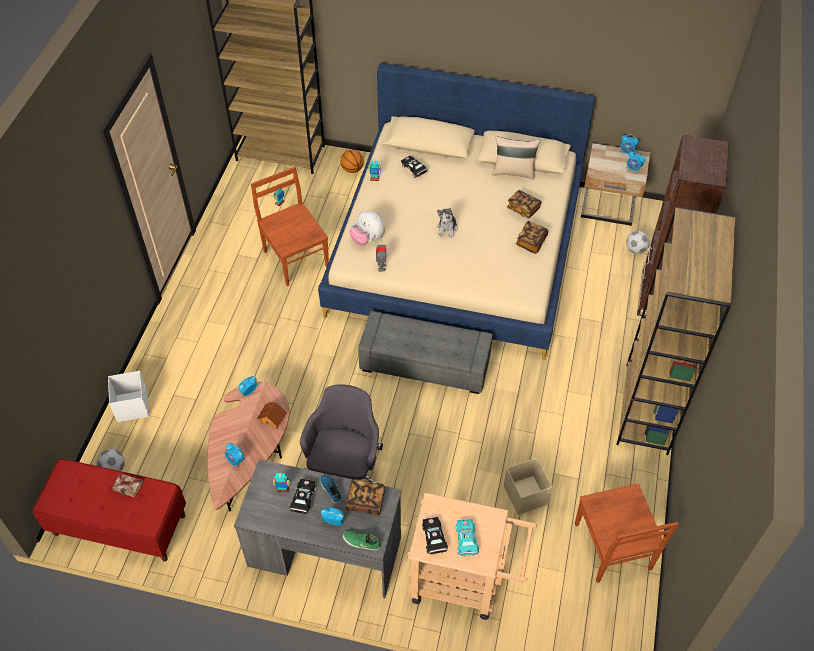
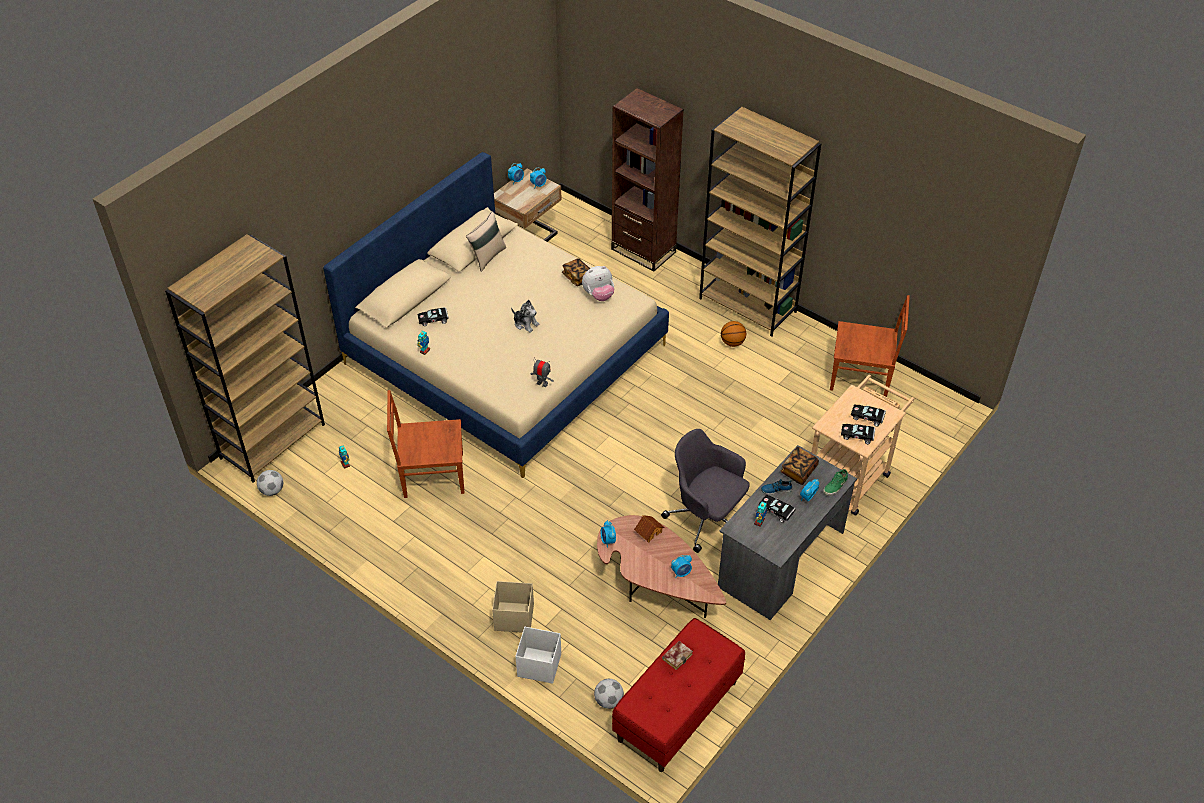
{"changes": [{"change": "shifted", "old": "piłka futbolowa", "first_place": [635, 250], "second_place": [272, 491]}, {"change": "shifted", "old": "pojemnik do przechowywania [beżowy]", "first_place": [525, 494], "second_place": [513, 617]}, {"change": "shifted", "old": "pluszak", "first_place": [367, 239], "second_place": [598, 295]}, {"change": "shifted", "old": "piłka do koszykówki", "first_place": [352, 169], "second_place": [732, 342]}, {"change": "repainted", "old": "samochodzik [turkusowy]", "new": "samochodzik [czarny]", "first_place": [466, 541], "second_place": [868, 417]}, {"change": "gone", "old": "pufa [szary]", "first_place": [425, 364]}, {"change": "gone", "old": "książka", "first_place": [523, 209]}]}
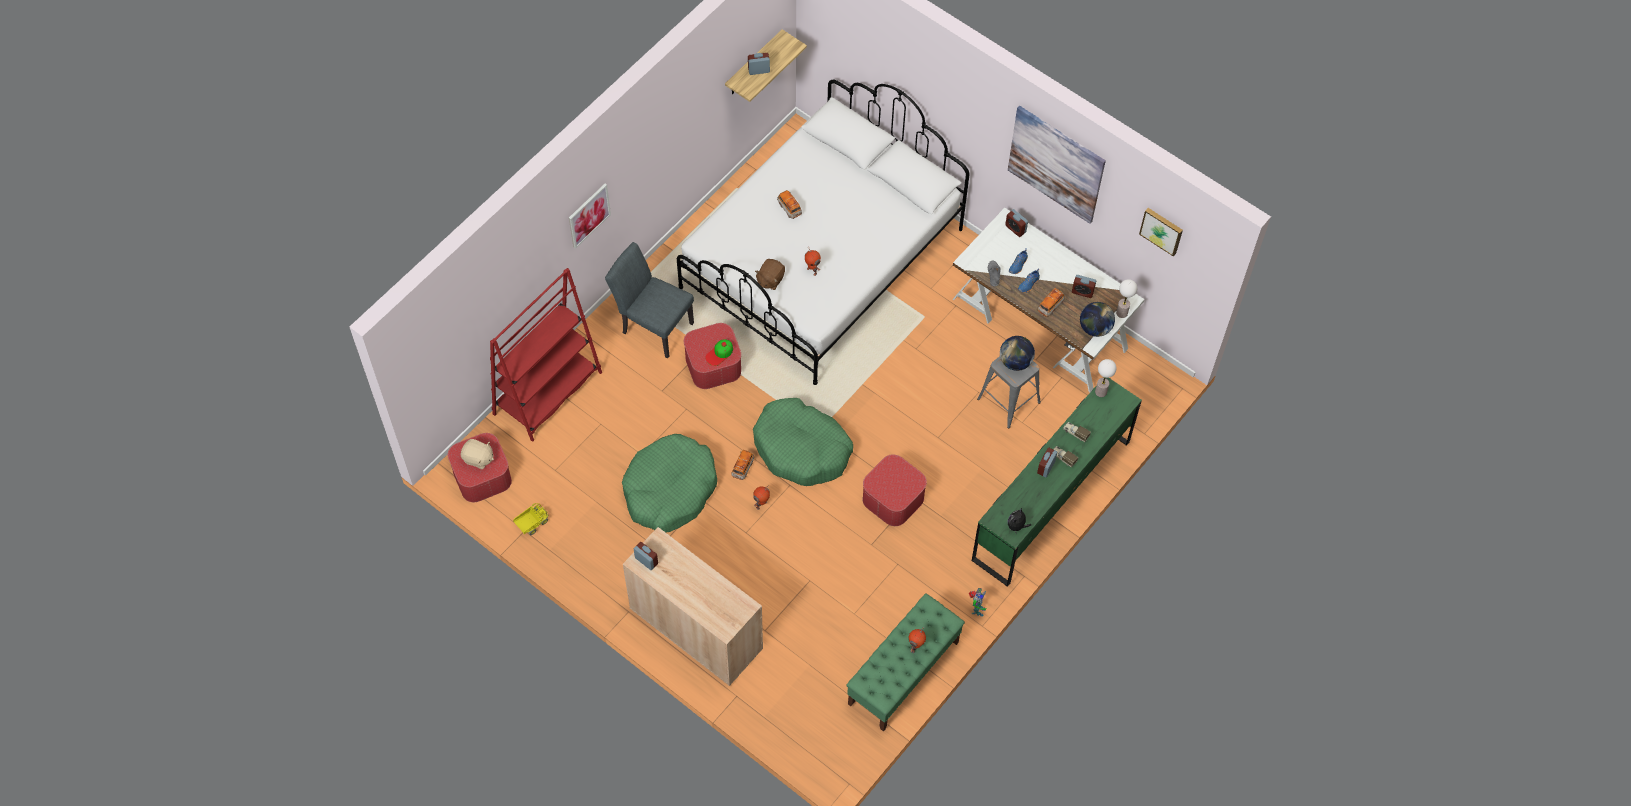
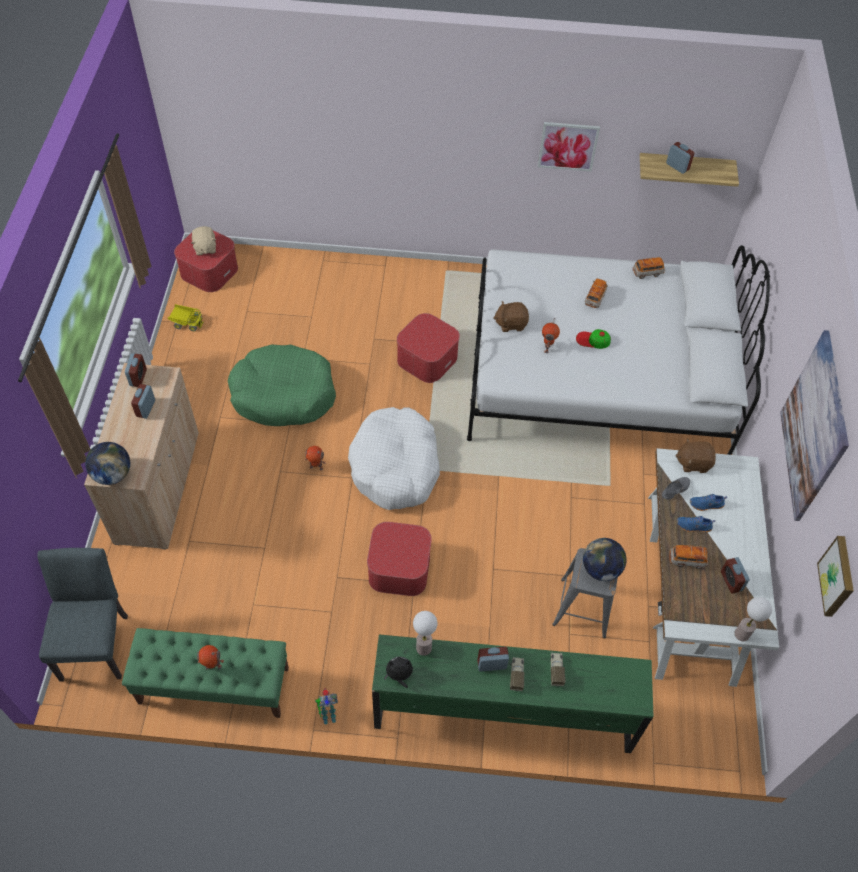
{"changes": [{"change": "shifted", "old": "krzesło [szary]", "first_place": [653, 325], "second_place": [96, 641]}, {"change": "shifted", "old": "globus", "first_place": [1095, 328], "second_place": [112, 474]}, {"change": "shifted", "old": "budzik", "first_place": [1015, 229], "second_place": [146, 408]}, {"change": "repainted", "old": "legowisko [zielony]", "new": "legowisko [biały]", "first_place": [801, 449], "second_place": [395, 466]}, {"change": "shifted", "old": "lampa stołowa", "first_place": [1100, 392], "second_place": [423, 648]}, {"change": "shifted", "old": "obraz", "first_place": [589, 215], "second_place": [568, 146]}, {"change": "shifted", "old": "czapka z daszkiem", "first_place": [719, 353], "second_place": [593, 340]}, {"change": "shifted", "old": "samochodzik", "first_place": [743, 467], "second_place": [647, 273]}, {"change": "new", "new": "pluszak [brązowy]", "second_place": [693, 462]}, {"change": "gone", "old": "regał [czerwony]", "first_place": [548, 393]}]}
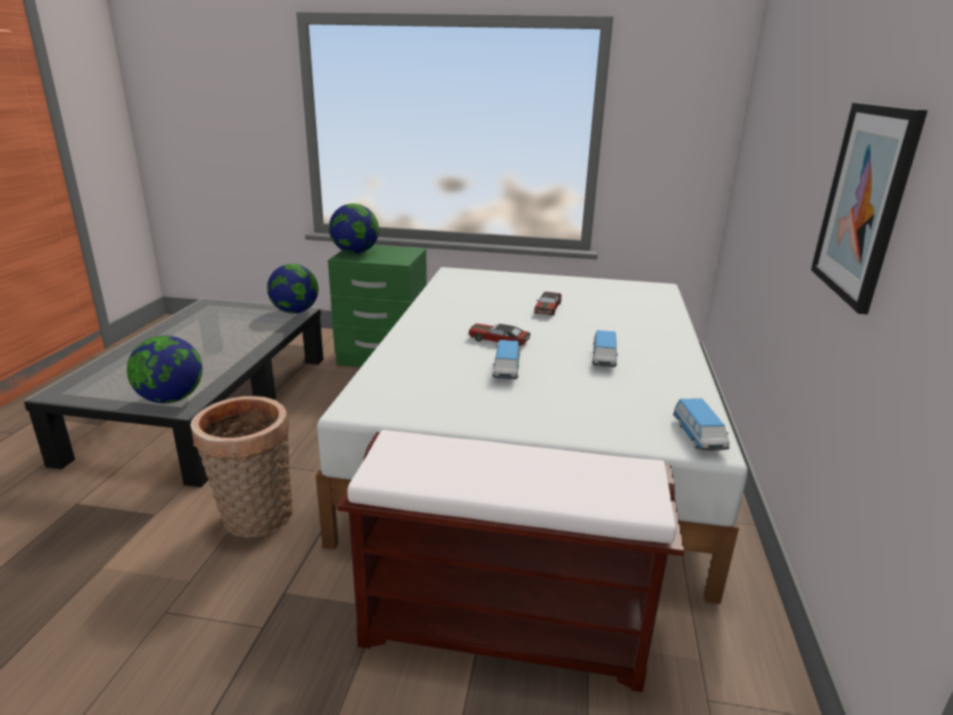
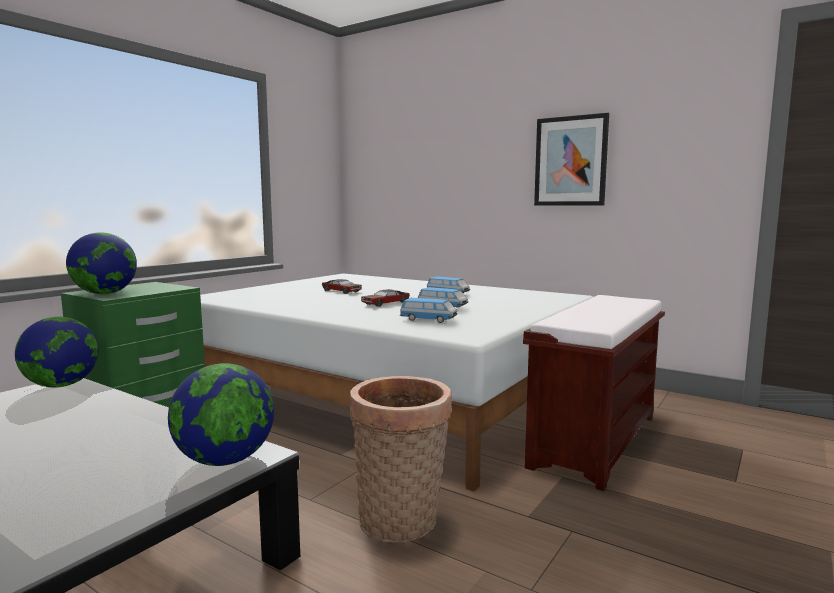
{"changes": [{"change": "shifted", "old": "samochodzik", "first_place": [698, 437], "second_place": [428, 320]}]}
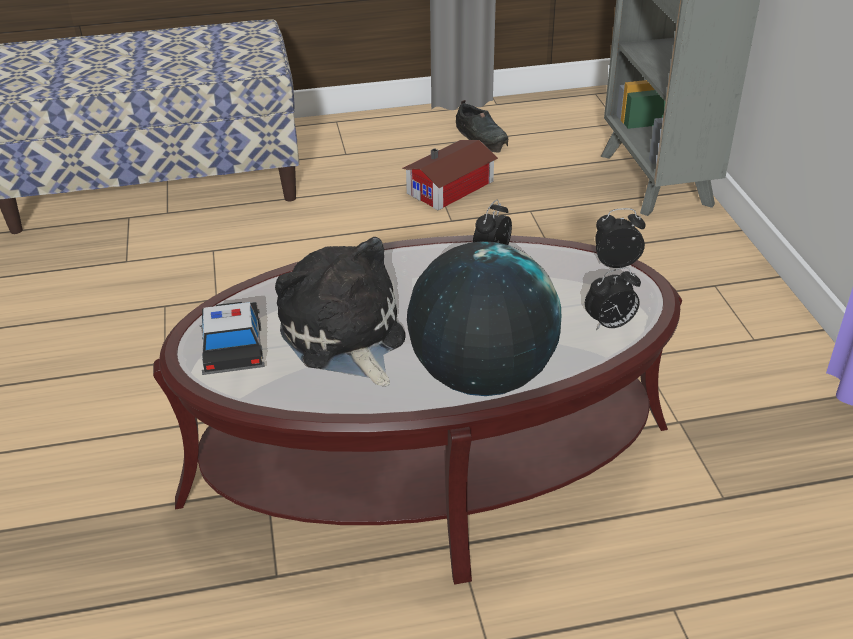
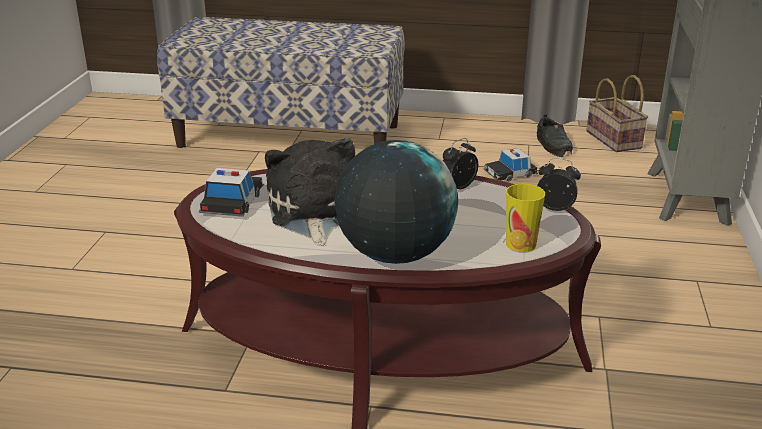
{"changes": [{"change": "swapped", "old": "domek", "new": "samochodzik", "first_place": [453, 187], "second_place": [510, 173]}, {"change": "swapped", "old": "budzik", "new": "filiżanka", "first_place": [610, 325], "second_place": [520, 244]}, {"change": "new", "new": "koszyk", "second_place": [615, 140]}]}
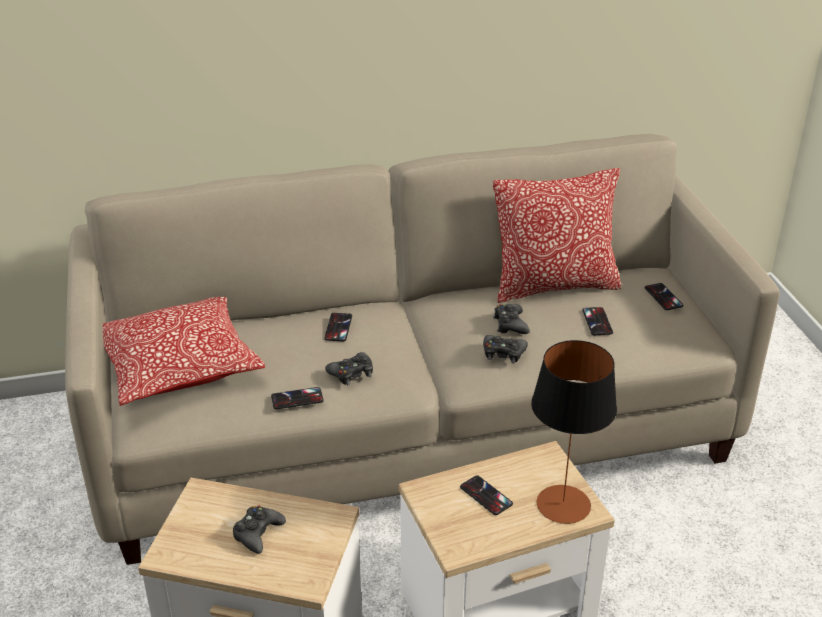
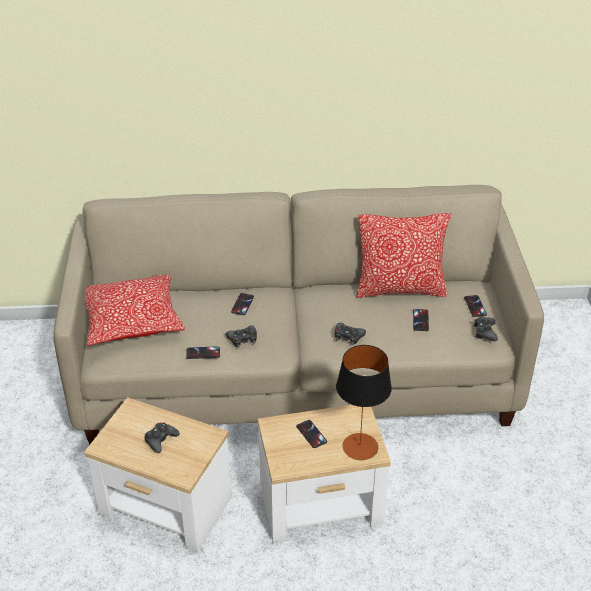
{"changes": [{"change": "shifted", "old": "pad do gier [czarny]", "first_place": [510, 324], "second_place": [485, 332]}]}
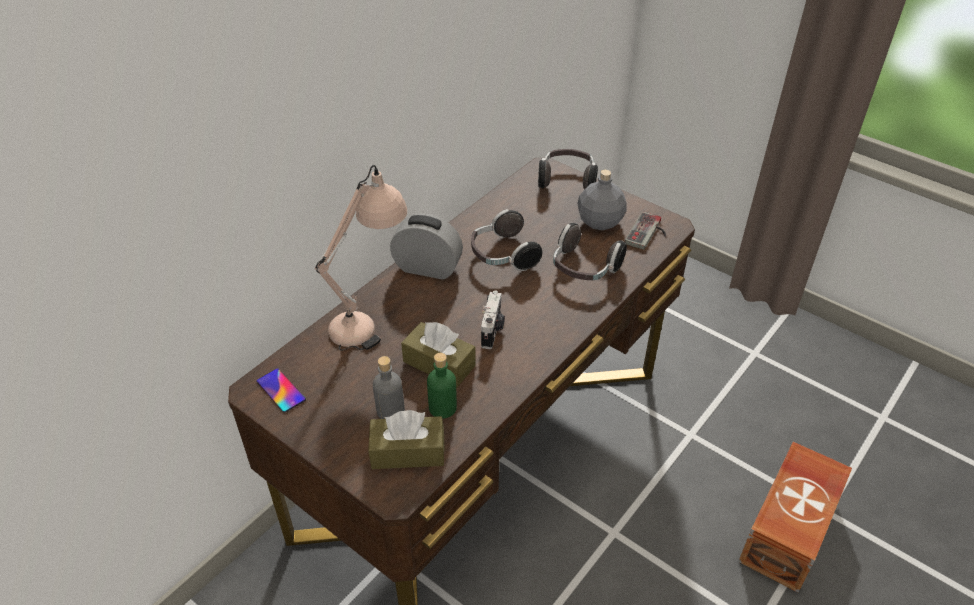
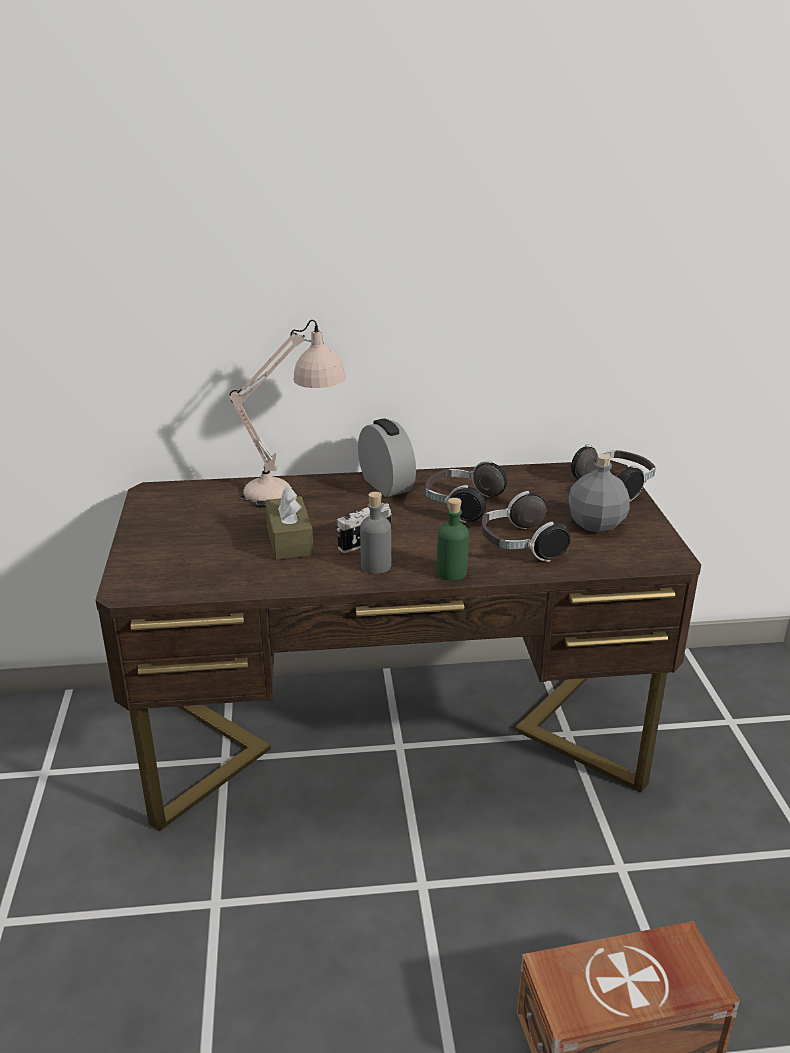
{"changes": [{"change": "shifted", "old": "butelka [szary]", "first_place": [390, 411], "second_place": [376, 566]}, {"change": "shifted", "old": "butelka [zielony]", "first_place": [442, 407], "second_place": [451, 572]}, {"change": "gone", "old": "telefon", "first_place": [281, 390]}, {"change": "gone", "old": "pudełko chusteczek [brązowy]", "first_place": [407, 452]}, {"change": "gone", "old": "pad do gier", "first_place": [648, 234]}]}
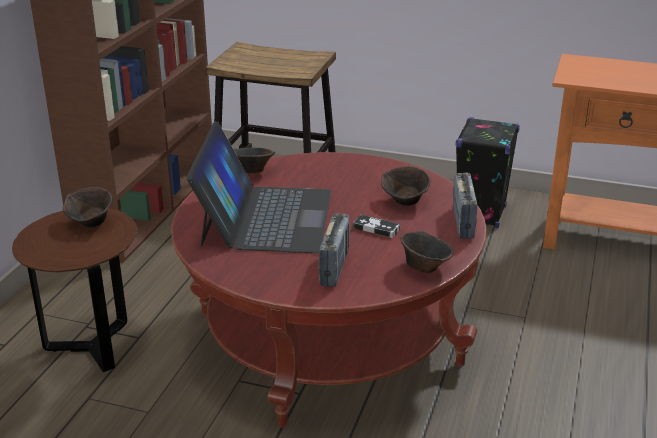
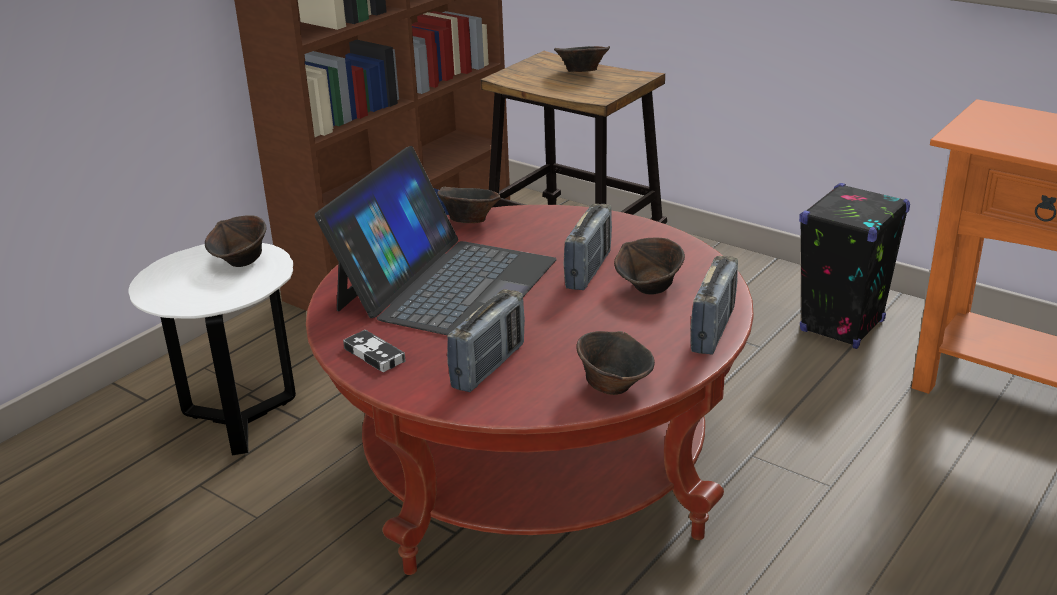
{"changes": [{"change": "repainted", "old": "stolik [brązowy]", "new": "stolik [biały]", "first_place": [93, 347], "second_place": [240, 422]}, {"change": "shifted", "old": "pad do gier", "first_place": [376, 229], "second_place": [374, 354]}, {"change": "new", "new": "miska [brązowy]", "second_place": [581, 72]}, {"change": "new", "new": "radio", "second_place": [588, 270]}]}
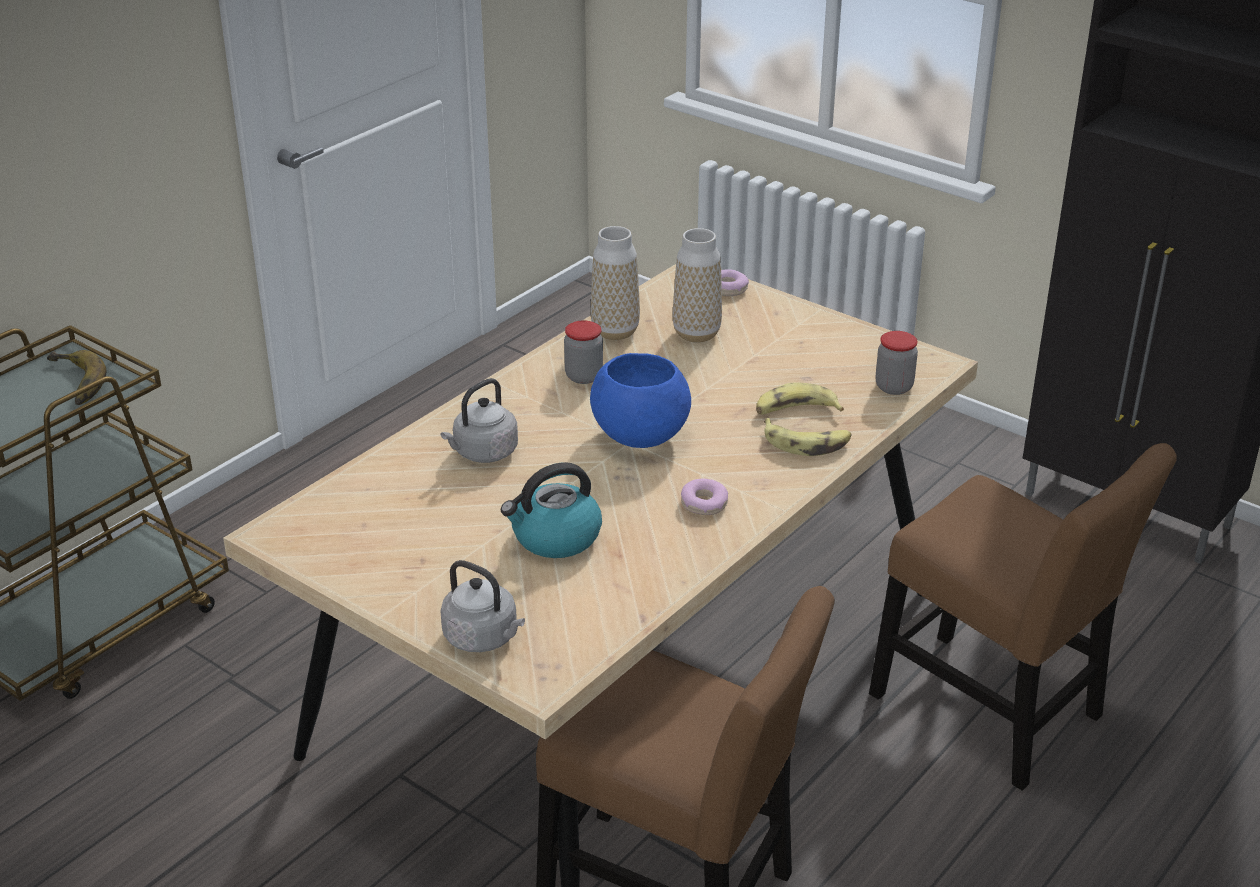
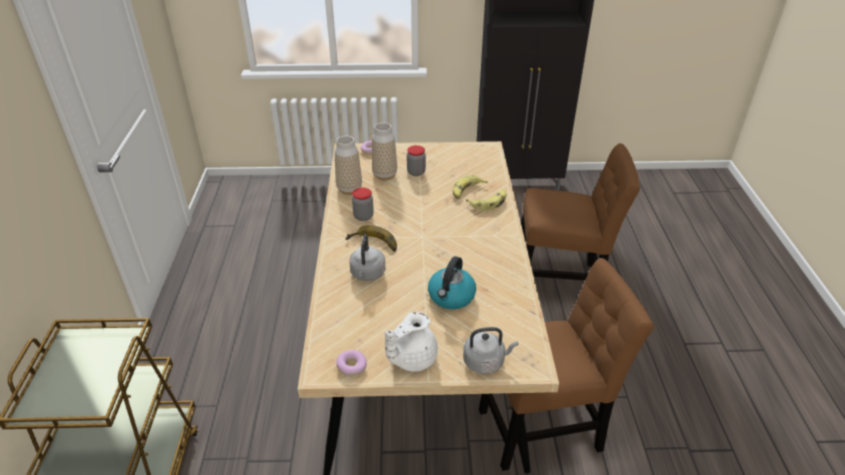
{"changes": [{"change": "shifted", "old": "donut", "first_place": [704, 504], "second_place": [351, 366]}, {"change": "shifted", "old": "banan", "first_place": [71, 383], "second_place": [373, 244]}, {"change": "new", "new": "imbryk [biały]", "second_place": [411, 358]}, {"change": "shifted", "old": "słoik", "first_place": [894, 387], "second_place": [416, 172]}, {"change": "gone", "old": "miska [niebieski]", "first_place": [639, 437]}]}
